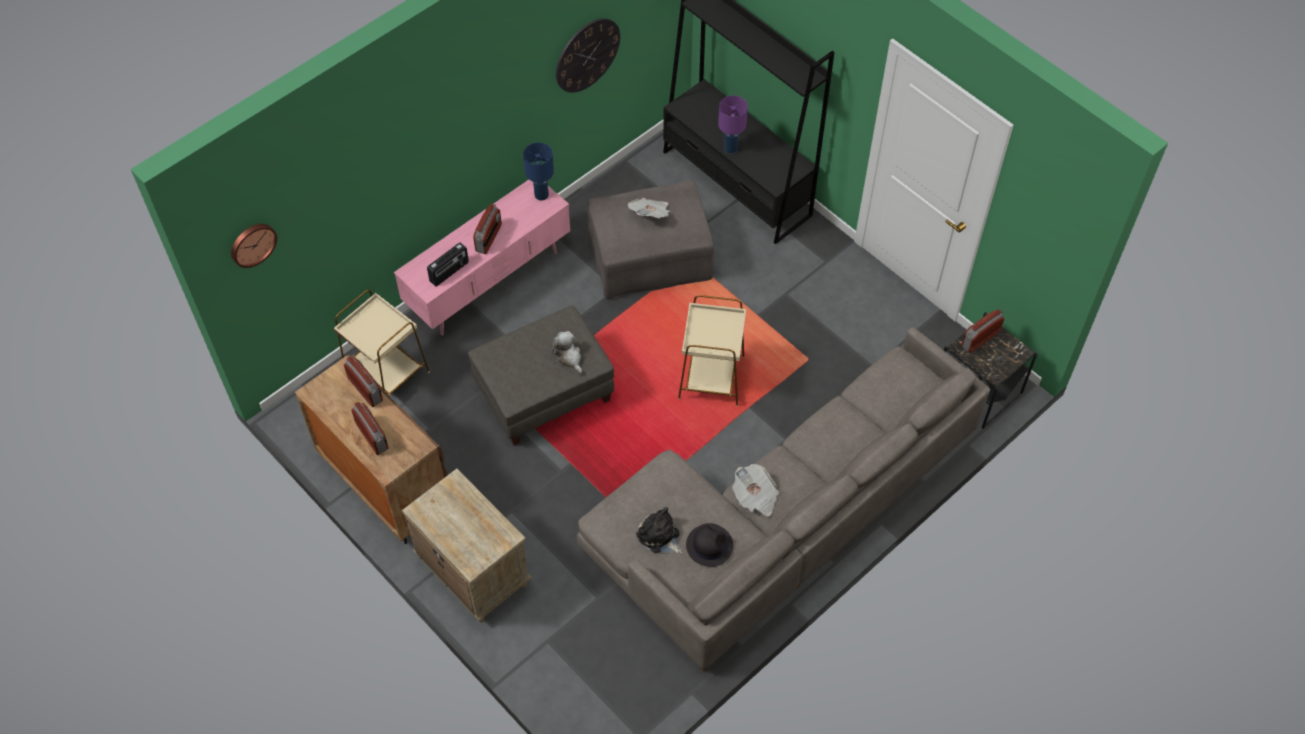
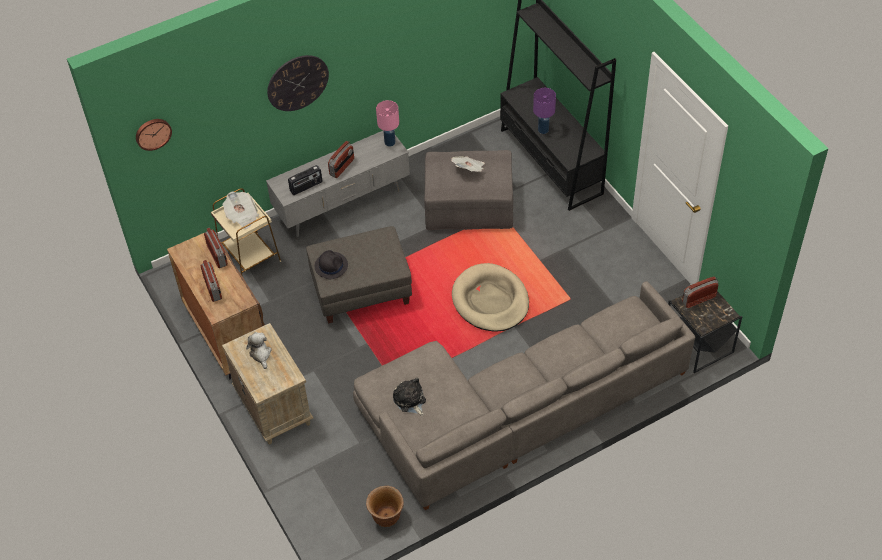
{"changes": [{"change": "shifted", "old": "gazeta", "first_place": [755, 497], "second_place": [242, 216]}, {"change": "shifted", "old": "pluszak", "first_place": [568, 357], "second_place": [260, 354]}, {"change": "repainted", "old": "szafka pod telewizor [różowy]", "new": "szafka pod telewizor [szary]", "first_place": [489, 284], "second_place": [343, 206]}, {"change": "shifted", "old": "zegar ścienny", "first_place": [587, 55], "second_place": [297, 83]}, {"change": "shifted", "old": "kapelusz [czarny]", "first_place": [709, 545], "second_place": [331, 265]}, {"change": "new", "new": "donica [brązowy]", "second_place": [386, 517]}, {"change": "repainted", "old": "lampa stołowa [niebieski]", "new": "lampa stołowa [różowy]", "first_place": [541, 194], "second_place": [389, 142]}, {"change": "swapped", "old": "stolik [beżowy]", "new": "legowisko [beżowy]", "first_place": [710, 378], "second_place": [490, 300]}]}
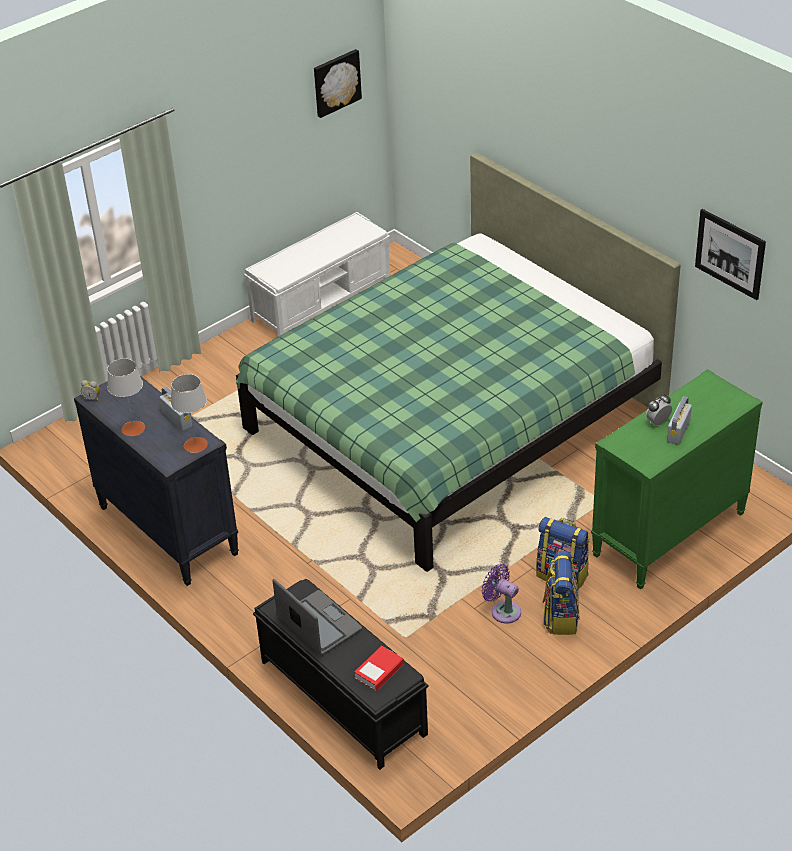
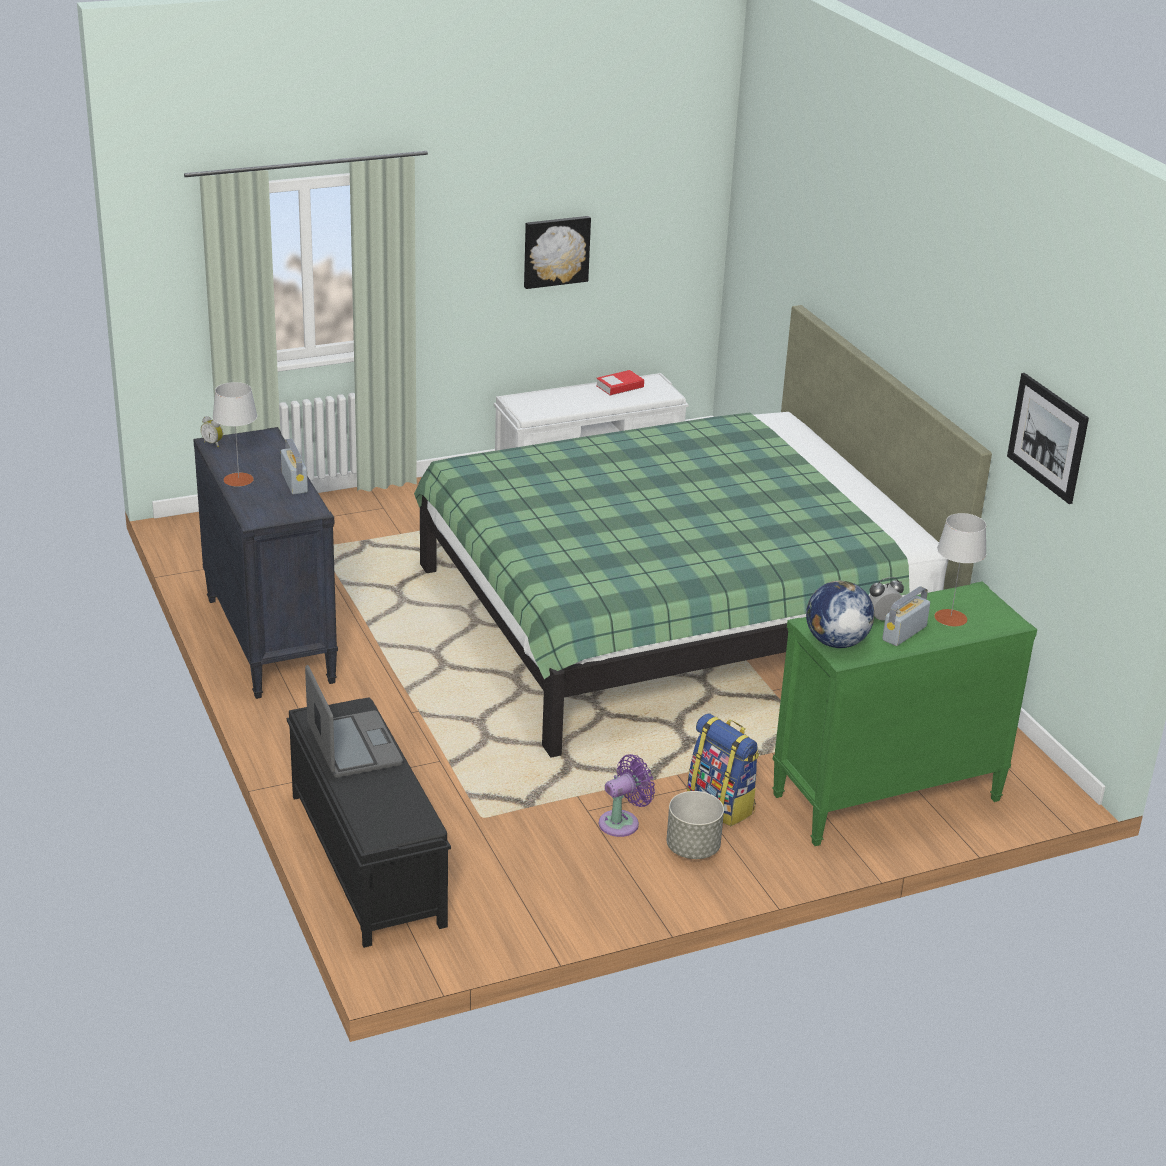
{"changes": [{"change": "shifted", "old": "obraz", "first_place": [336, 82], "second_place": [555, 251]}, {"change": "shifted", "old": "książka", "first_place": [379, 671], "second_place": [620, 386]}, {"change": "rotated", "old": "wentylator [fioletowy]", "first_place": [503, 610], "second_place": [622, 822], "degrees": 90}, {"change": "swapped", "old": "plecak", "new": "donica [szary]", "first_place": [560, 616], "second_place": [692, 848]}, {"change": "new", "new": "globus", "second_place": [835, 642]}, {"change": "shifted", "old": "lampa stołowa [szary]", "first_place": [195, 445], "second_place": [950, 618]}]}
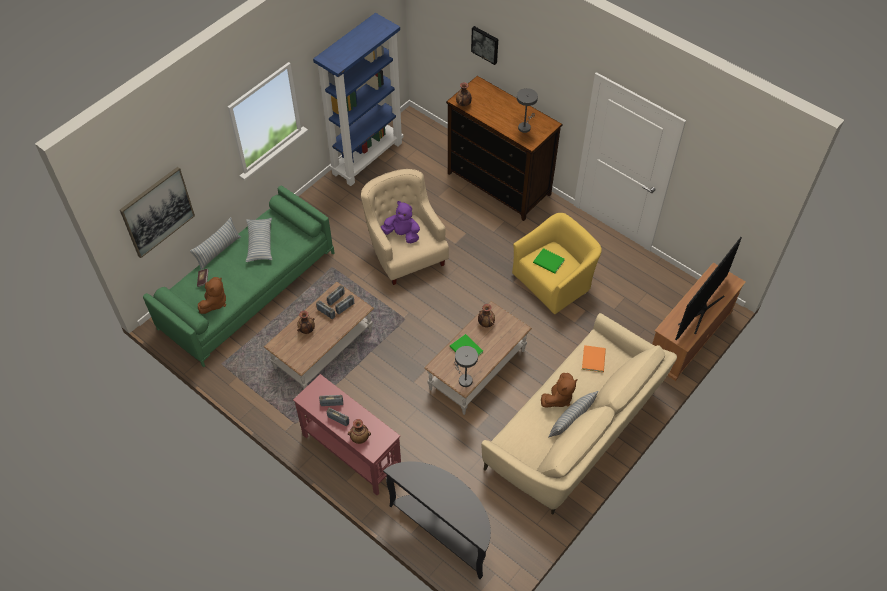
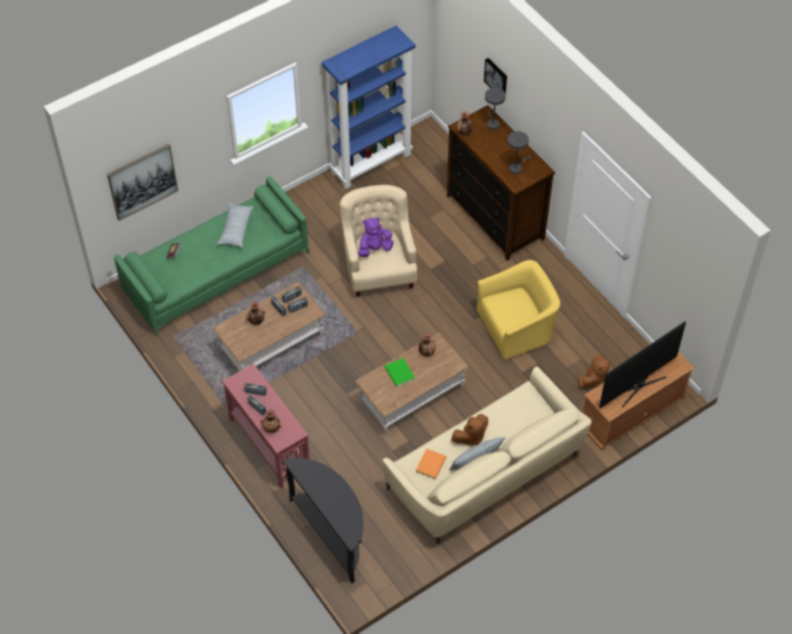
{"changes": [{"change": "rotated", "old": "pluszak [fioletowy]", "first_place": [402, 234], "second_place": [374, 249], "degrees": -60}, {"change": "shifted", "old": "książka [pomarańczowy]", "first_place": [594, 358], "second_place": [432, 464]}, {"change": "shifted", "old": "lampa stołowa [szary]", "first_place": [464, 379], "second_place": [492, 123]}, {"change": "shifted", "old": "pluszak [brązowy]", "first_place": [214, 302], "second_place": [593, 379]}, {"change": "gone", "old": "poduszka", "first_place": [218, 251]}, {"change": "gone", "old": "książka [zielony]", "first_place": [549, 262]}]}
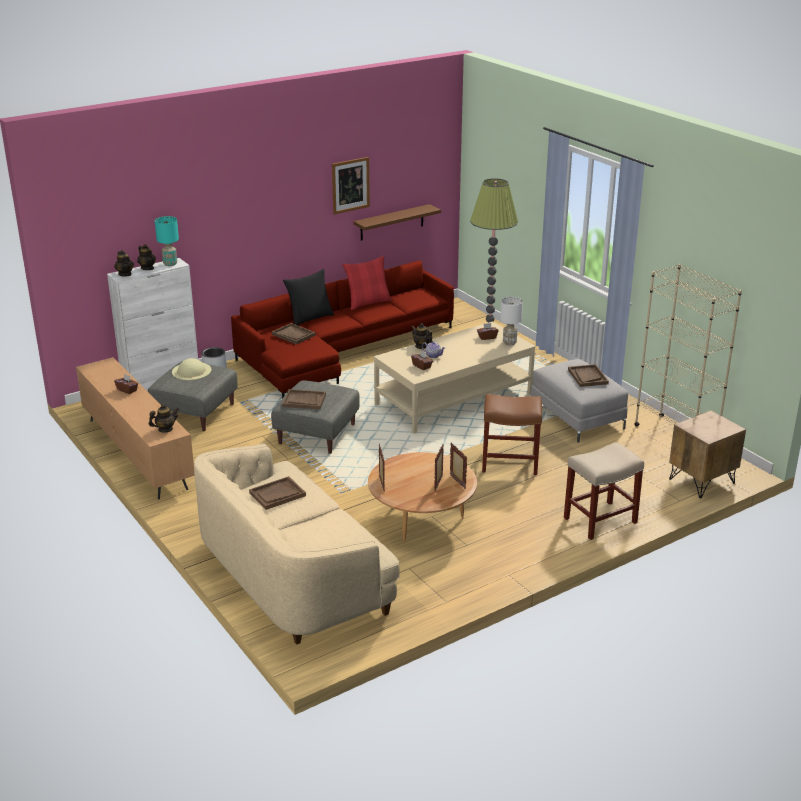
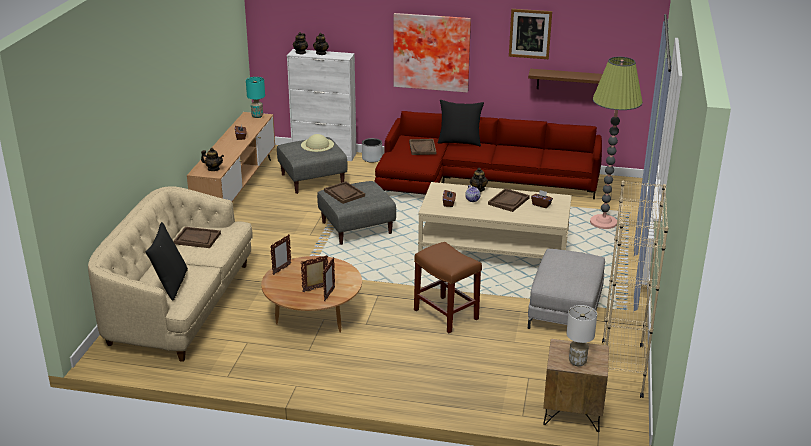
{"changes": [{"change": "new", "new": "poduszka [czarny]", "second_place": [171, 284]}, {"change": "shifted", "old": "lampa stołowa [turkusowy]", "first_place": [170, 264], "second_place": [257, 116]}, {"change": "new", "new": "obraz", "second_place": [432, 51]}, {"change": "shifted", "old": "taca [brązowy]", "first_place": [587, 377], "second_place": [508, 201]}, {"change": "shifted", "old": "lampa stołowa [biały]", "first_place": [509, 343], "second_place": [577, 362]}, {"change": "gone", "old": "poduszka [czerwony]", "first_place": [368, 303]}, {"change": "gone", "old": "stołek [beżowy]", "first_place": [599, 521]}]}
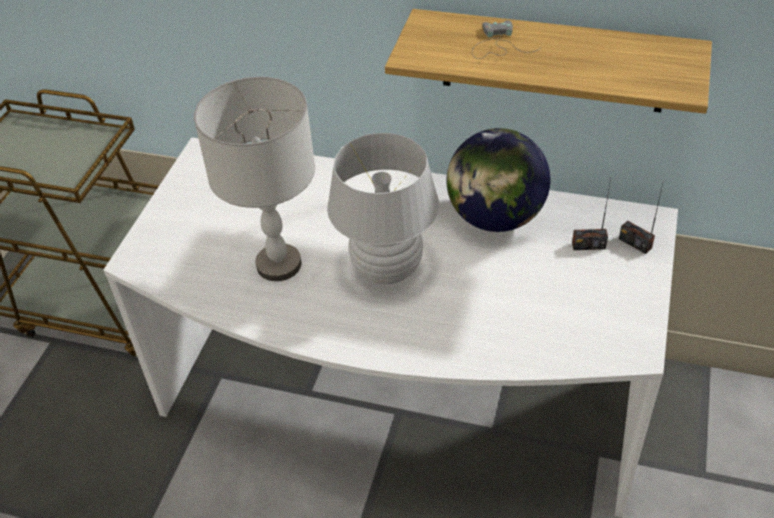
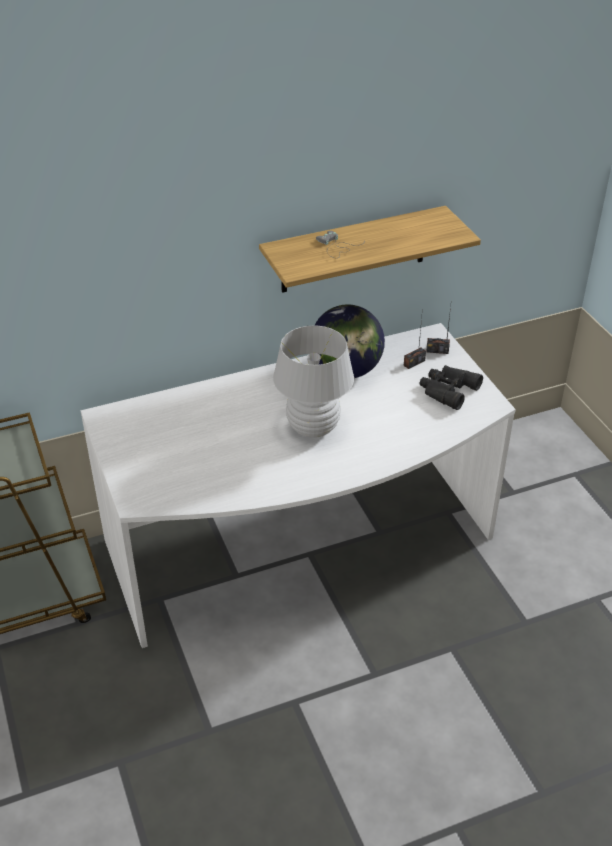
{"changes": [{"change": "new", "new": "lornetka [czarny]", "second_place": [446, 390]}, {"change": "gone", "old": "lampa stołowa [szary]", "first_place": [278, 265]}]}
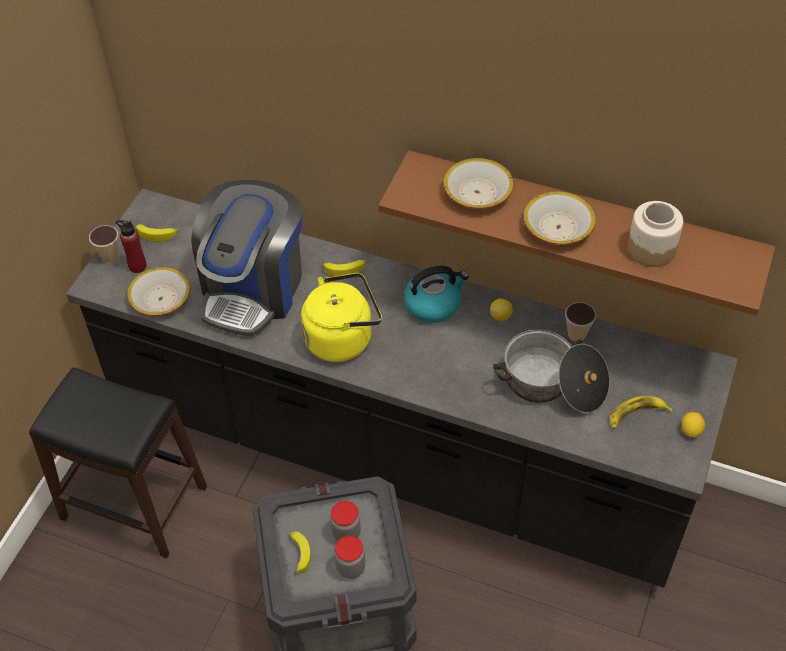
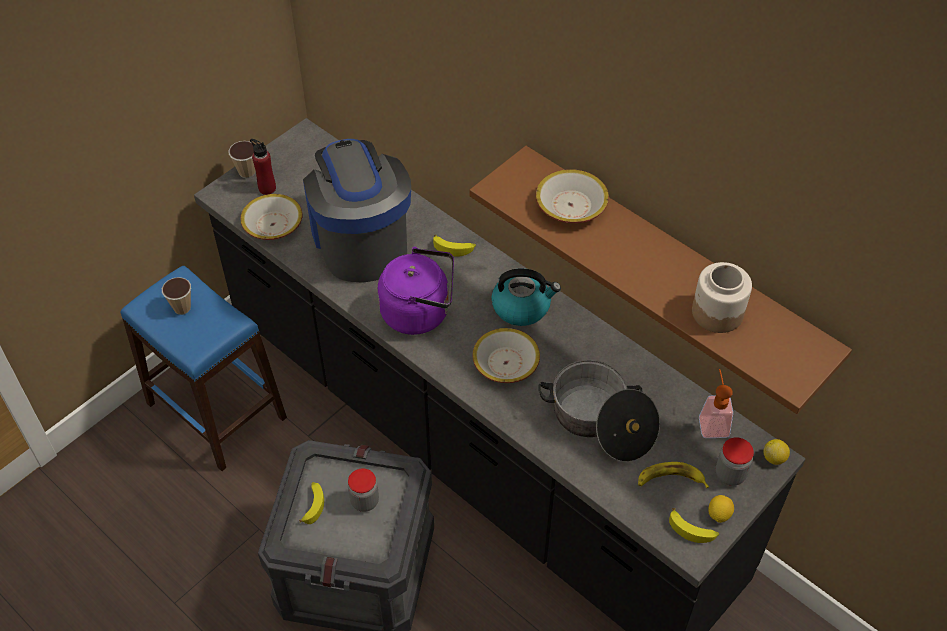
{"changes": [{"change": "repainted", "old": "stołek [czarny]", "new": "stołek [niebieski]", "first_place": [134, 502], "second_place": [217, 410]}, {"change": "shifted", "old": "filiżanka", "first_place": [576, 334], "second_place": [182, 308]}, {"change": "rotated", "old": "ekspres do kawy", "first_place": [253, 288], "second_place": [360, 240], "degrees": 120}, {"change": "repainted", "old": "czajnik [żółty]", "new": "czajnik [fioletowy]", "first_place": [342, 337], "second_place": [420, 312]}, {"change": "shifted", "old": "miska", "first_place": [558, 227], "second_place": [505, 363]}, {"change": "shifted", "old": "banan", "first_place": [157, 234], "second_place": [692, 530]}, {"change": "new", "new": "dozownik mydła", "second_place": [712, 422]}, {"change": "shifted", "old": "słoik", "first_place": [350, 567], "second_place": [730, 474]}, {"change": "shifted", "old": "cytryna", "first_place": [500, 316], "second_place": [774, 458]}]}
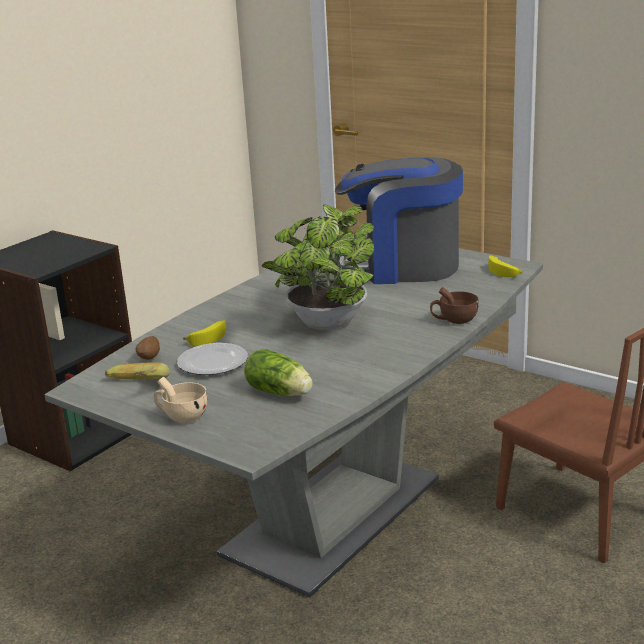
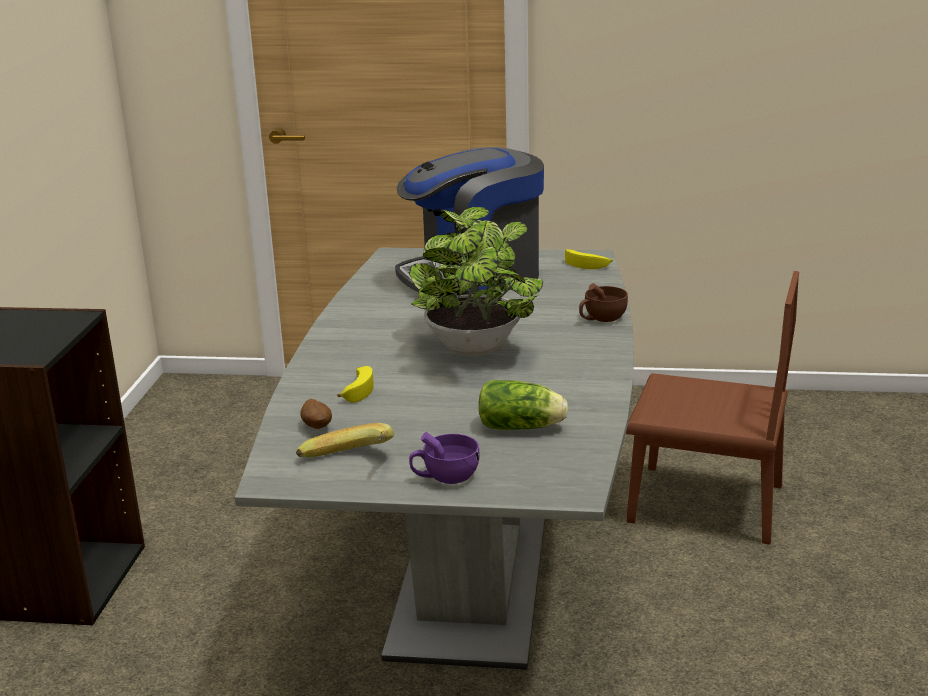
{"changes": [{"change": "repainted", "old": "filiżanka [beżowy]", "new": "filiżanka [fioletowy]", "first_place": [181, 416], "second_place": [445, 477]}, {"change": "gone", "old": "talerz", "first_place": [212, 363]}]}
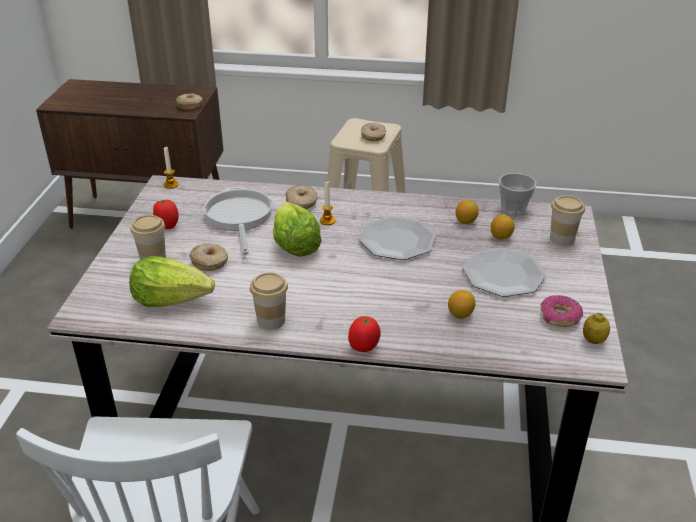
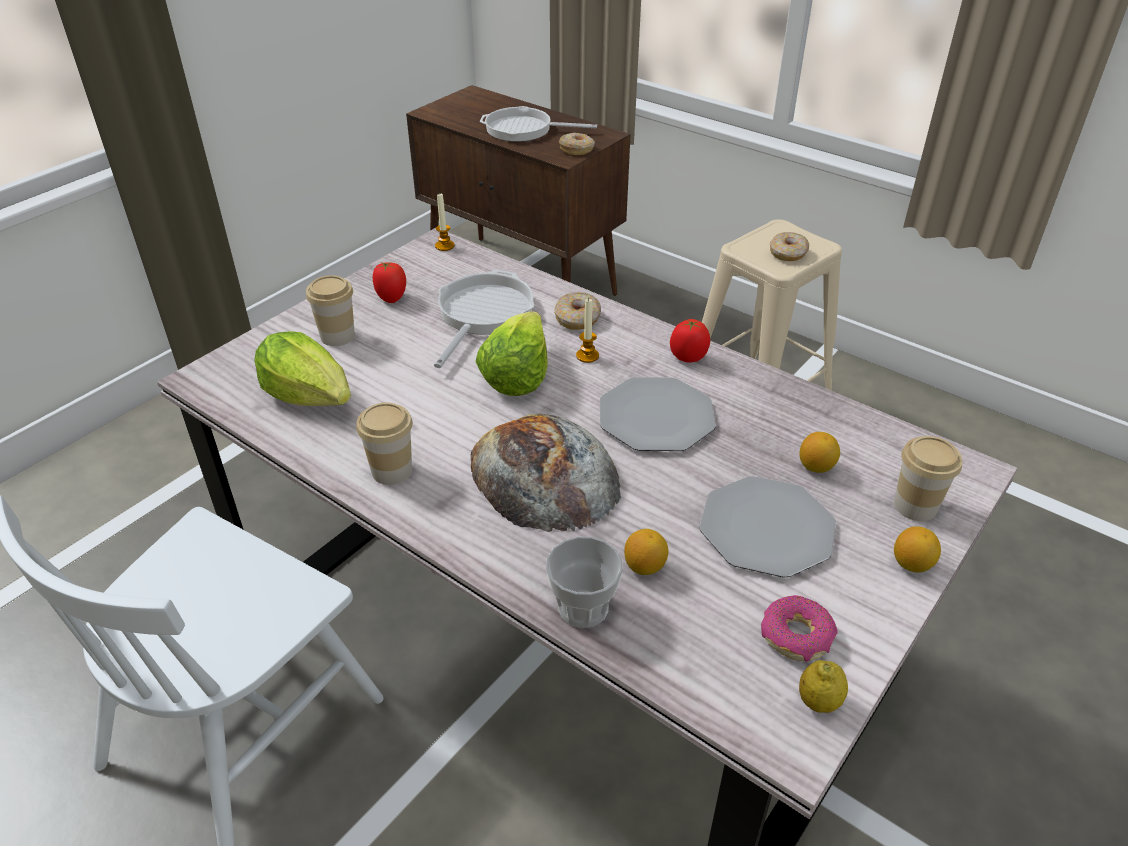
{"changes": [{"change": "new", "new": "chleb", "second_place": [544, 474]}, {"change": "new", "new": "patelnia", "second_place": [523, 129]}, {"change": "shifted", "old": "filiżanka", "first_place": [513, 210], "second_place": [583, 607]}, {"change": "shifted", "old": "pomidor", "first_place": [364, 347], "second_place": [688, 357]}, {"change": "shifted", "old": "cytryna", "first_place": [466, 221], "second_place": [912, 564]}, {"change": "gone", "old": "donut", "first_place": [210, 262]}]}
